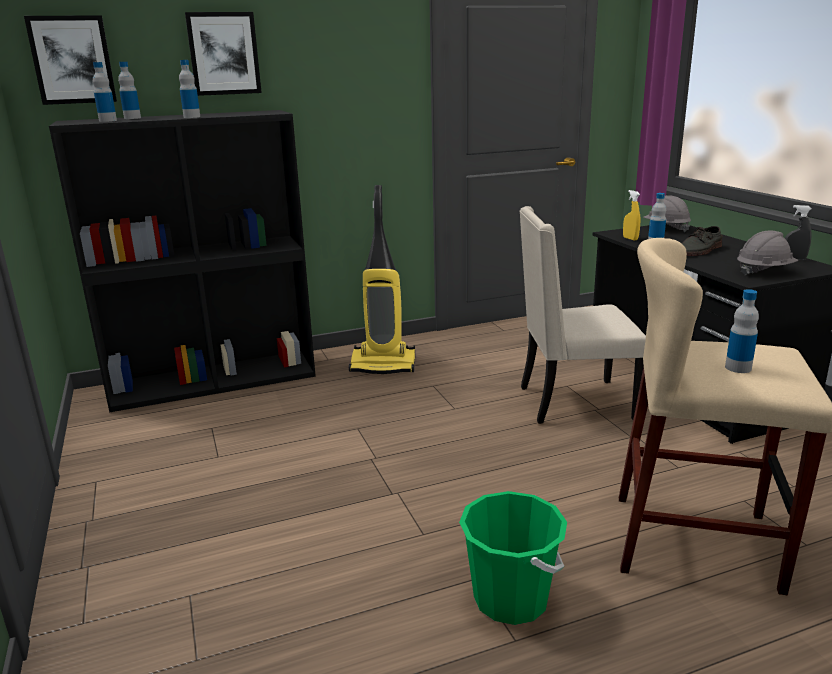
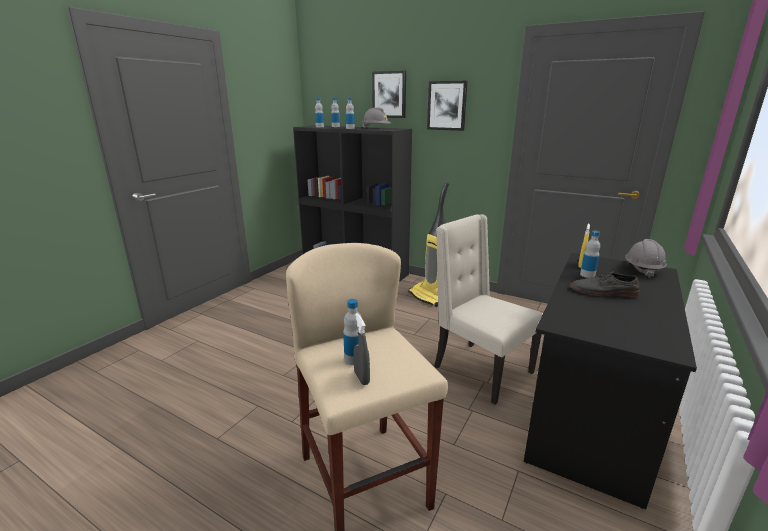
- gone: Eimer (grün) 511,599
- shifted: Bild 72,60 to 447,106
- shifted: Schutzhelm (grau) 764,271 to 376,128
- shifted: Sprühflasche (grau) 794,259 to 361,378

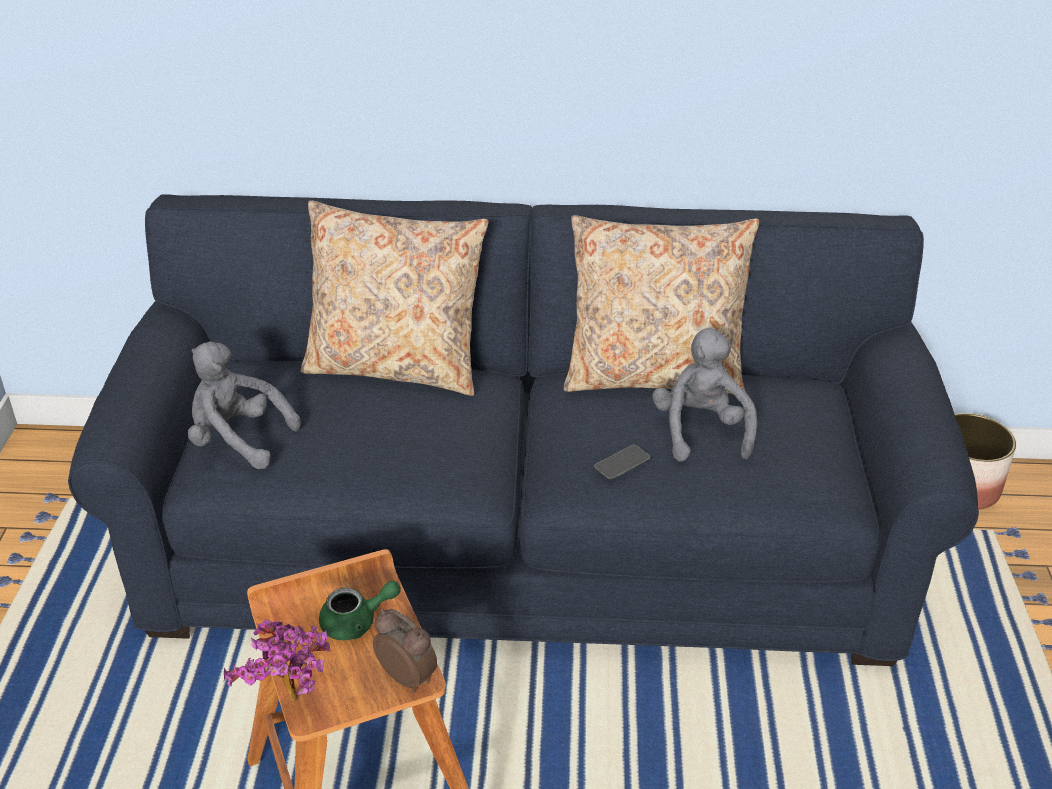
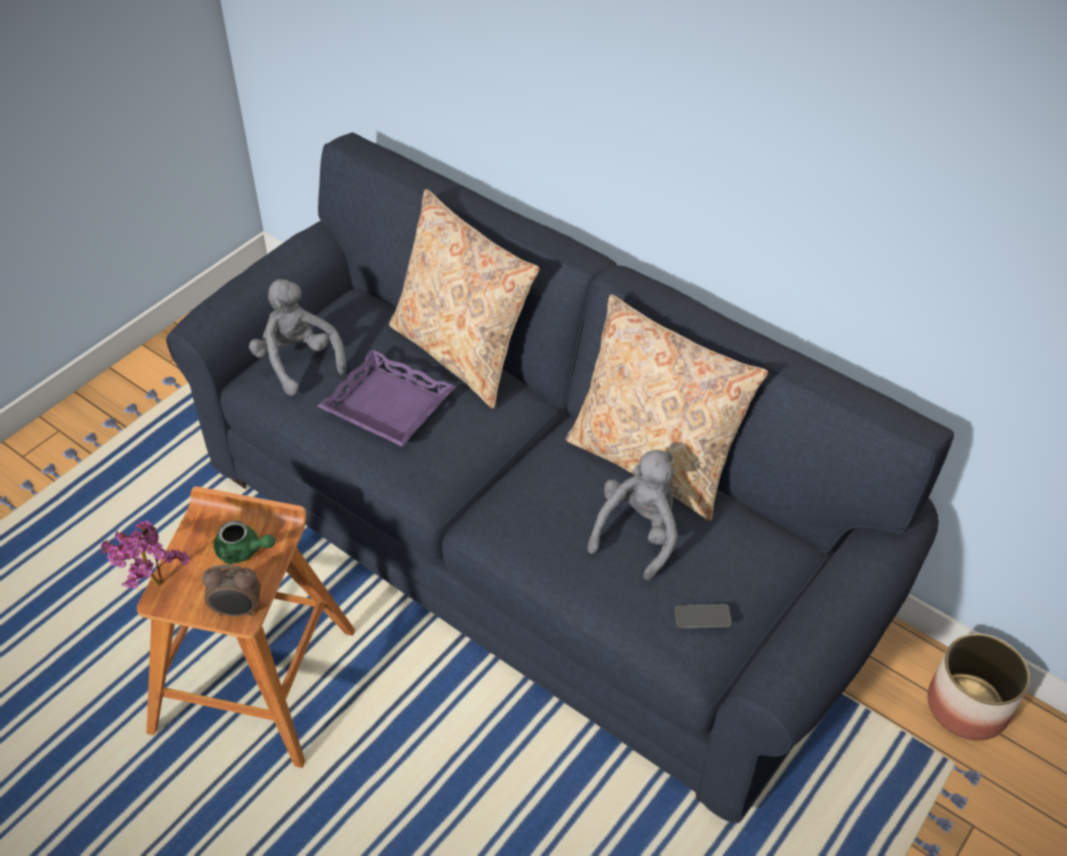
- new: Tablett (lila) 388,405
- shifted: Handy 622,463 to 702,617
- rotated: Wecker 407,676 = 237,611 105 degrees clockwise

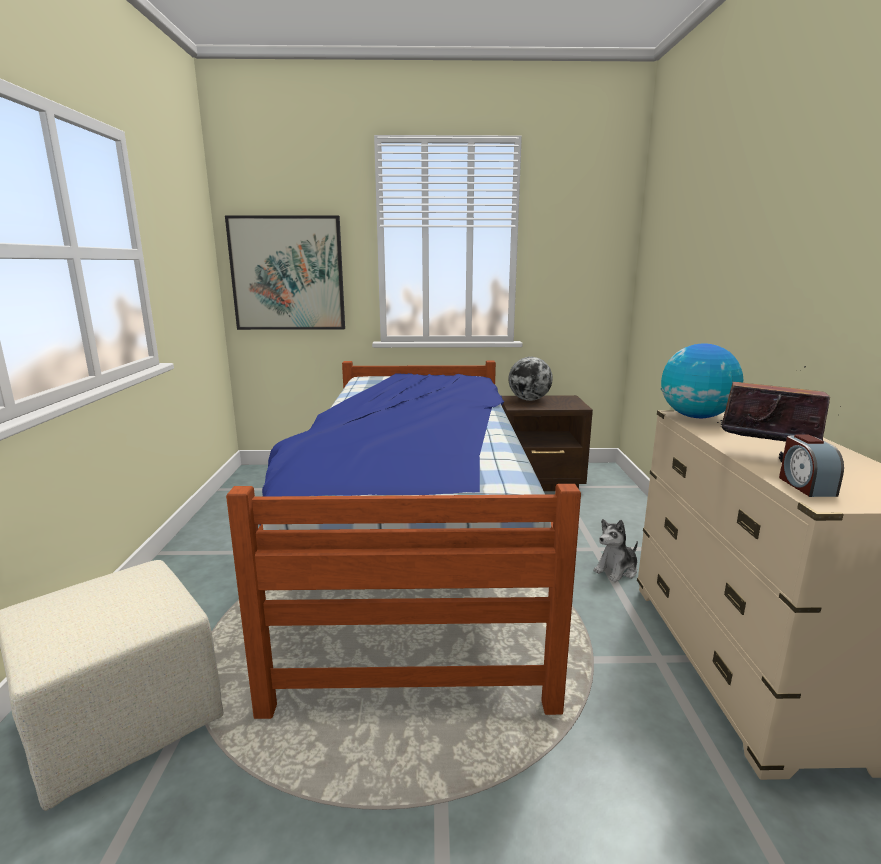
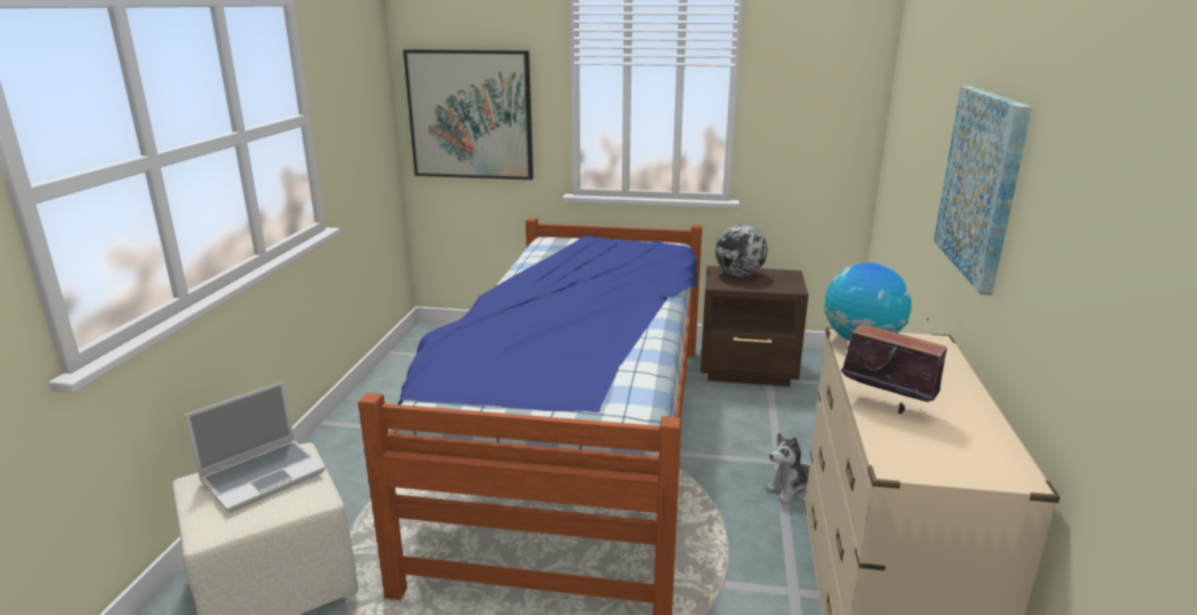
- gone: Wecker 805,486
- new: Laptop 264,476
- new: Bild 981,184

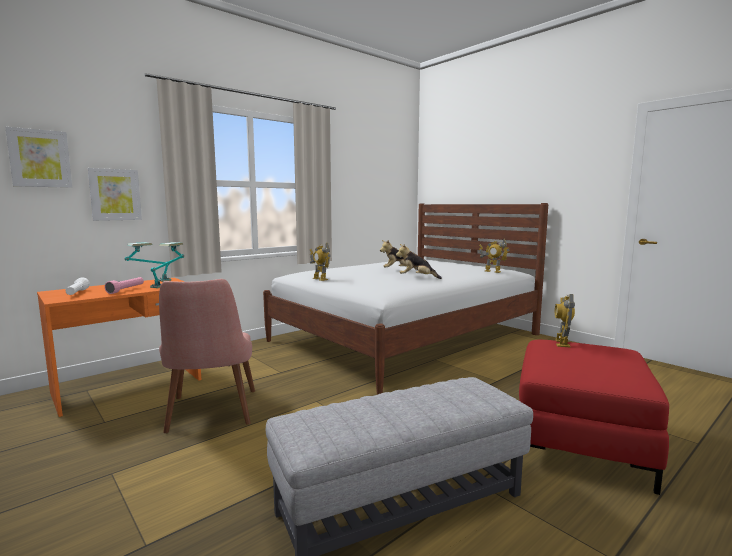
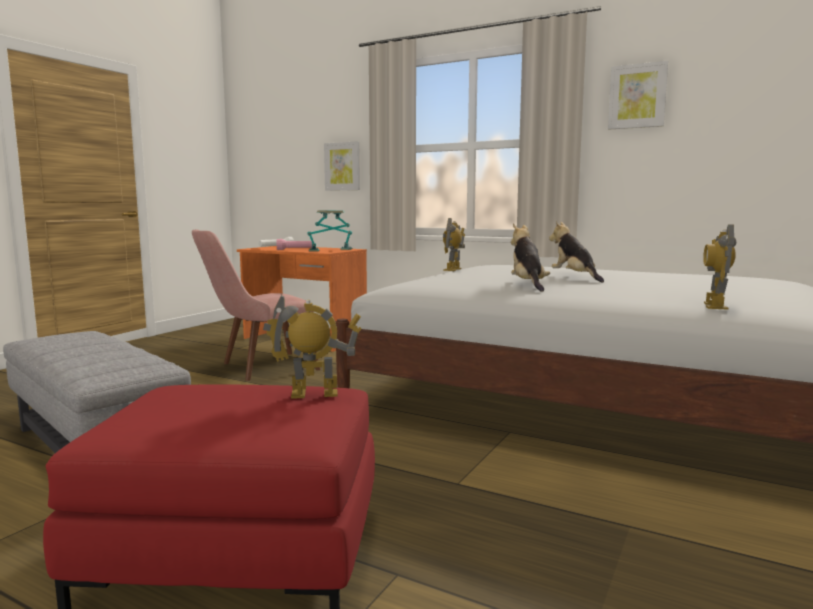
- shifted: Bild 40,158 to 637,96

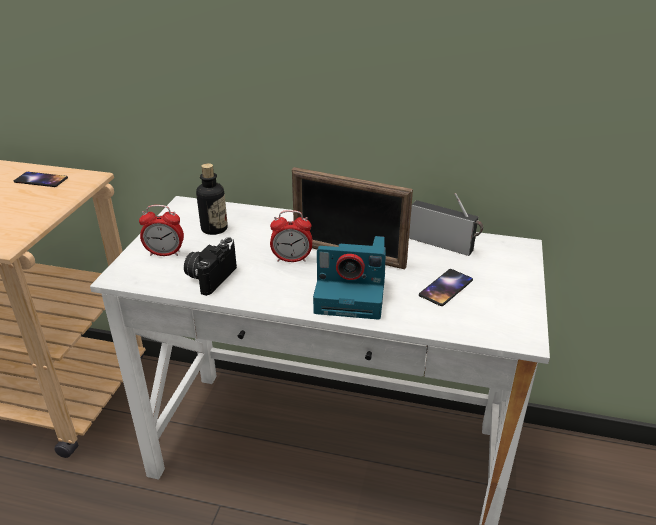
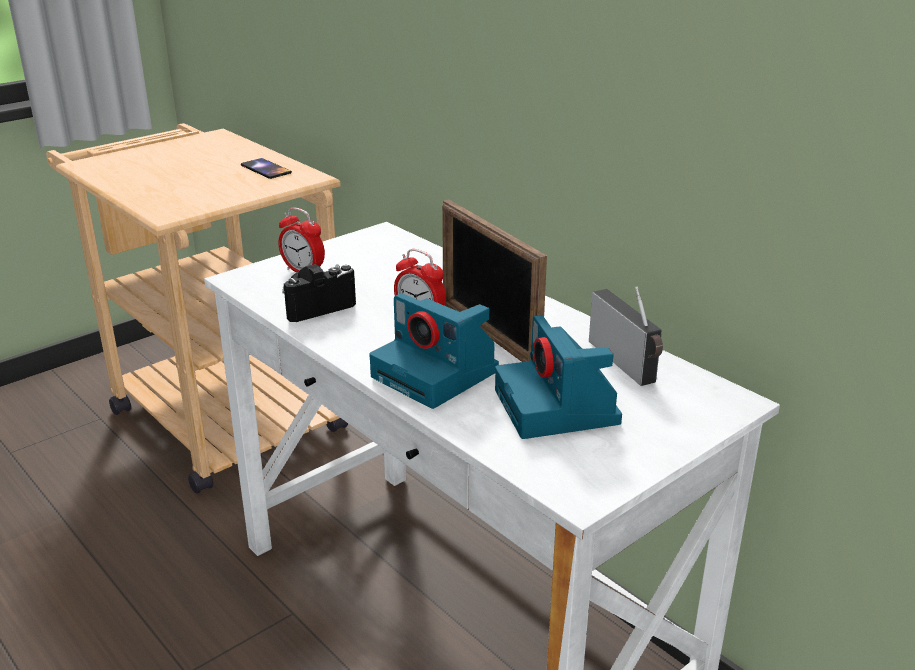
- gone: Flasche 214,229
- swapped: Handy 446,288 to Kamera 558,408

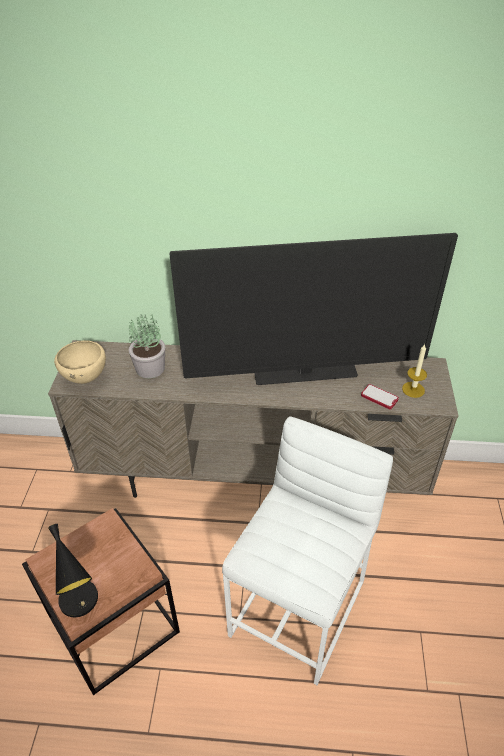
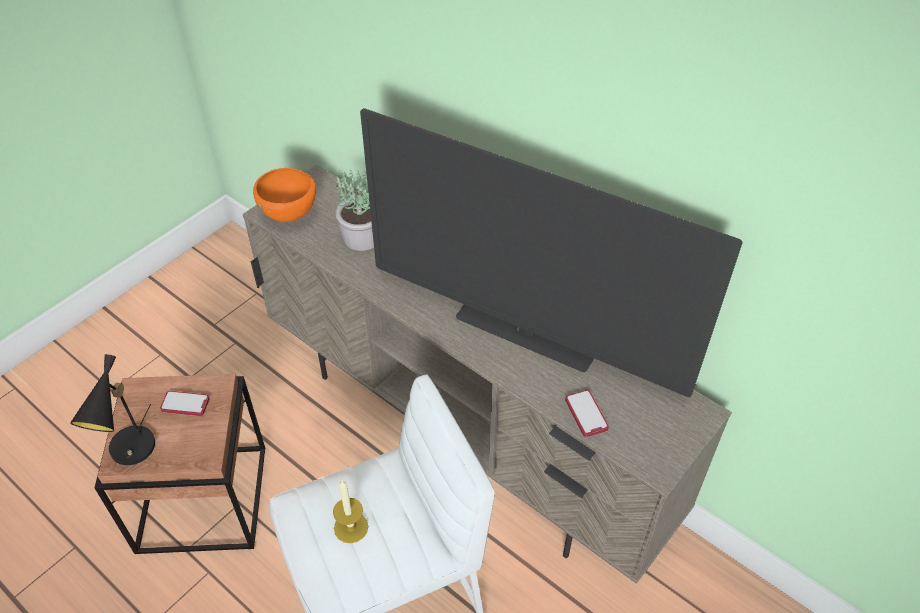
- new: Handy 185,404
- shifted: Kerze 413,389 to 351,527
- repainted: Schüssel (beige) 86,378 to Schüssel (orange) 290,216

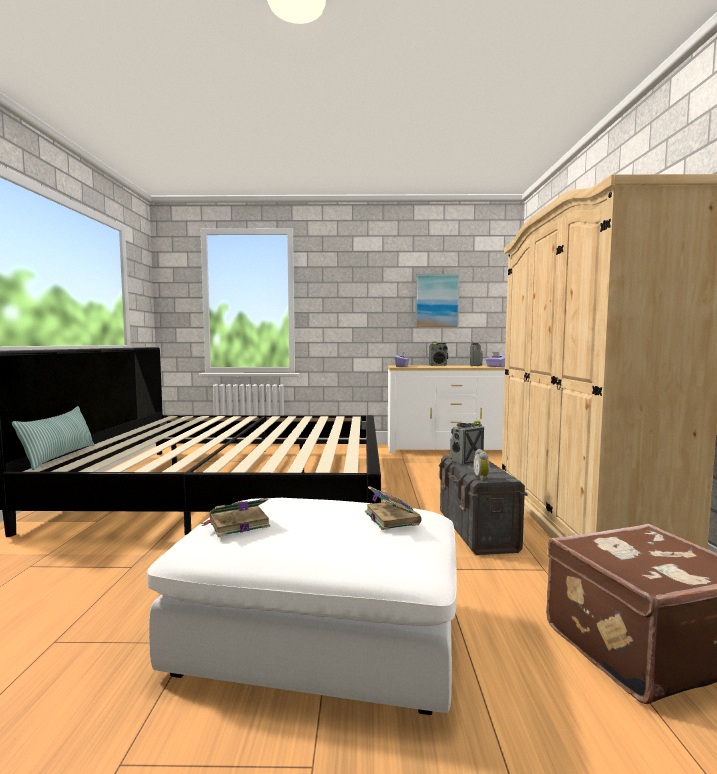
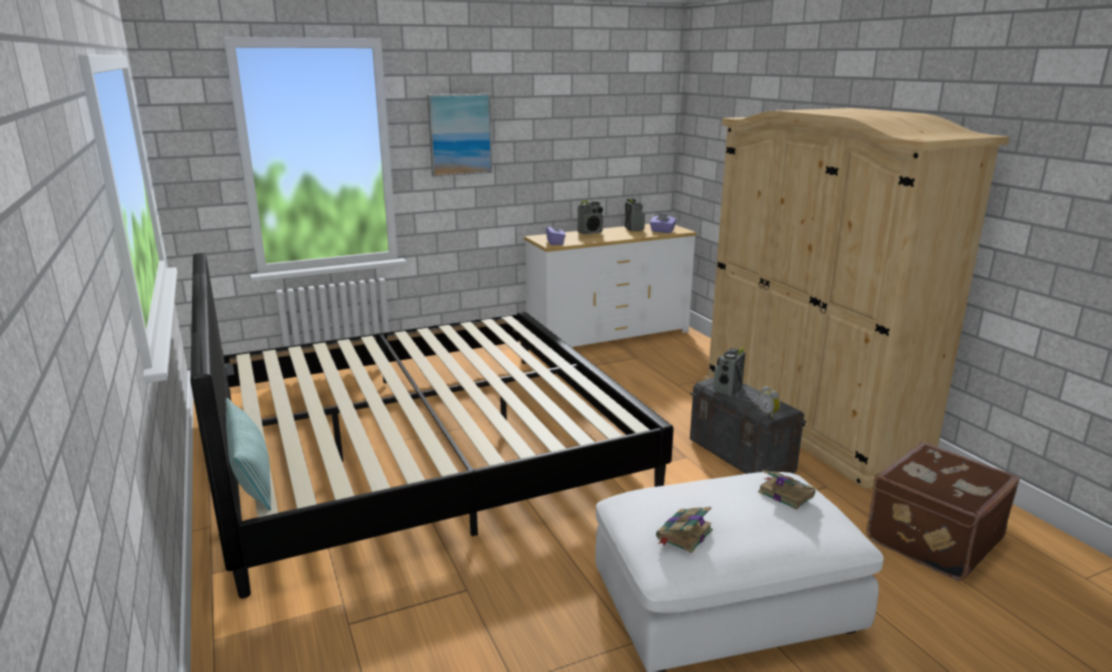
- shifted: Bild 436,301 to 460,134

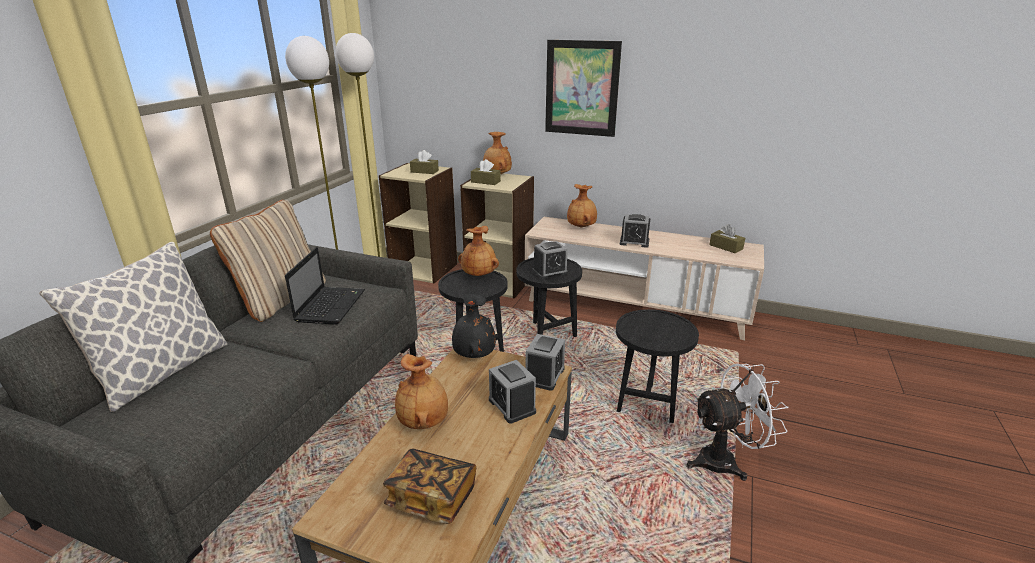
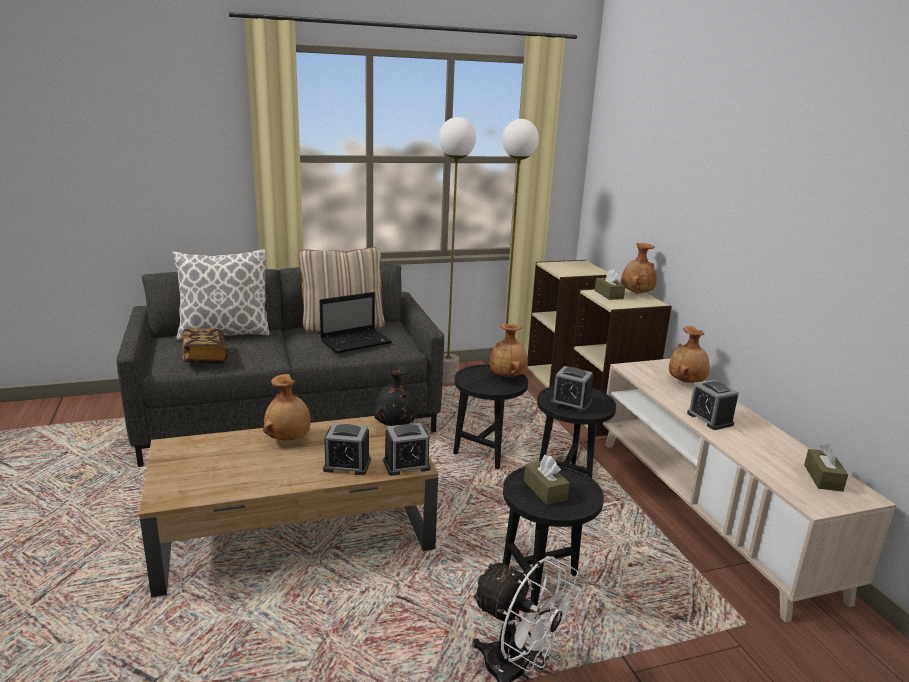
- gone: Bild 581,88
- shifted: Buch 432,498 to 205,357
- shifted: Taschentuchbox (braun) 424,171 to 545,490
- rotated: Wecker 512,406 = 347,465 105 degrees counterclockwise

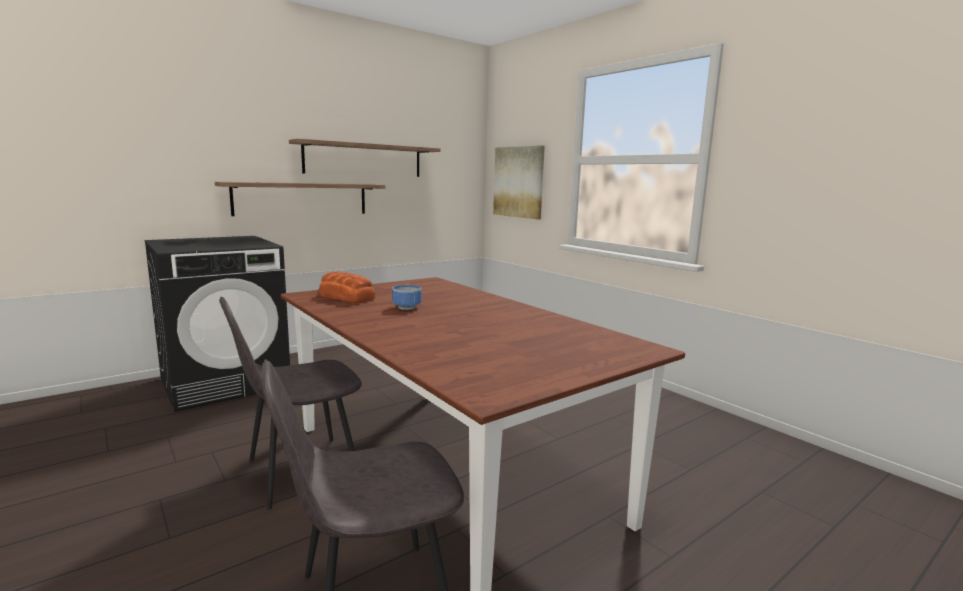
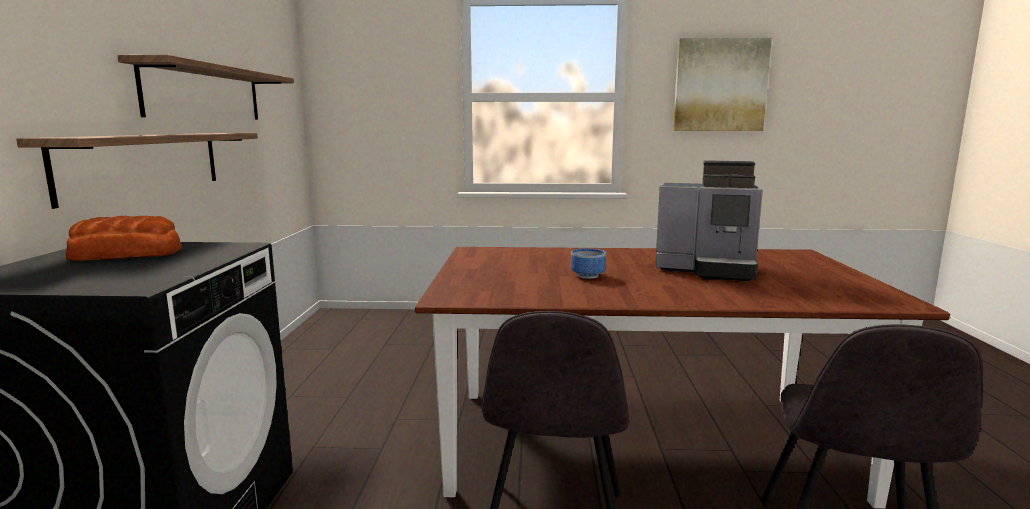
- new: Kaffeemaschine 708,270
- shifted: Brot 346,297 to 125,254
- shifted: Bild 518,182 to 720,85

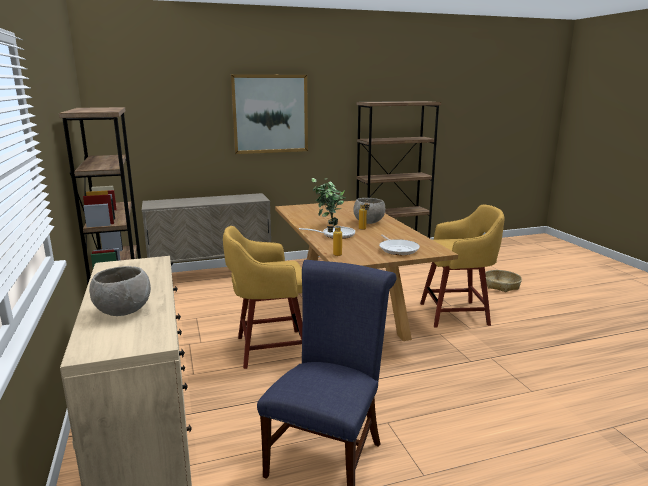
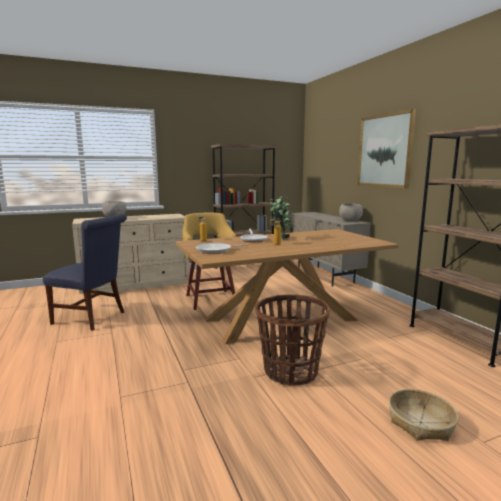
- shifted: Schüssel (grau) 369,222 to 350,221
- swapped: Hocker (gelb) 456,314 to Korb 290,371

